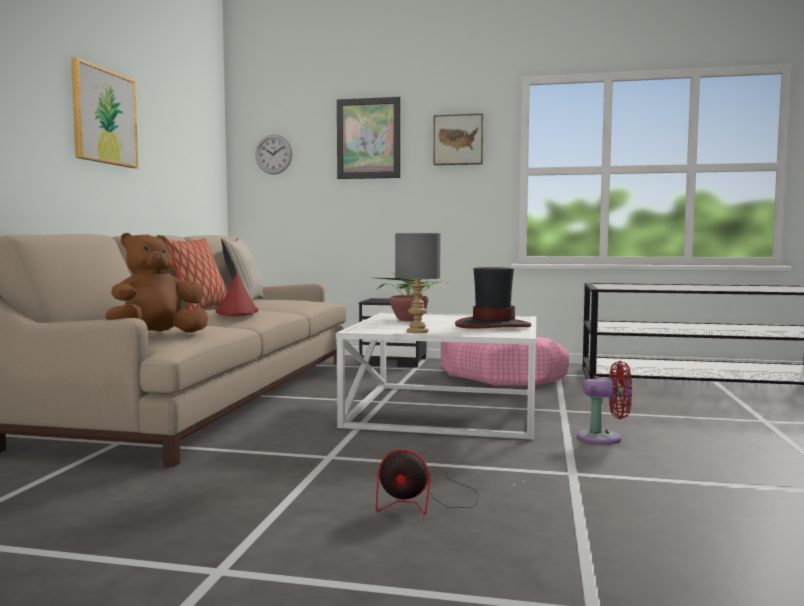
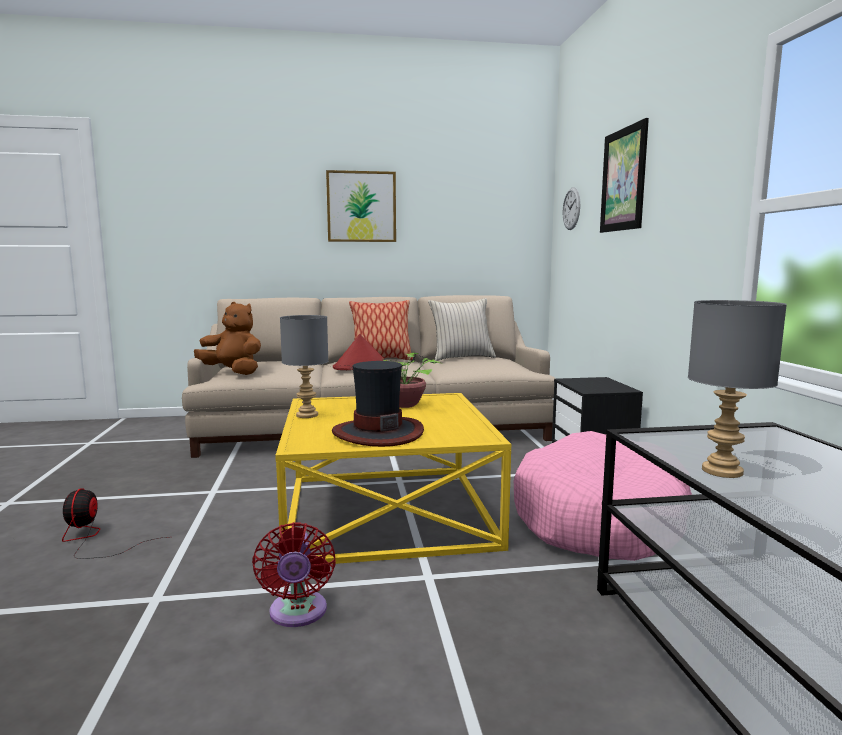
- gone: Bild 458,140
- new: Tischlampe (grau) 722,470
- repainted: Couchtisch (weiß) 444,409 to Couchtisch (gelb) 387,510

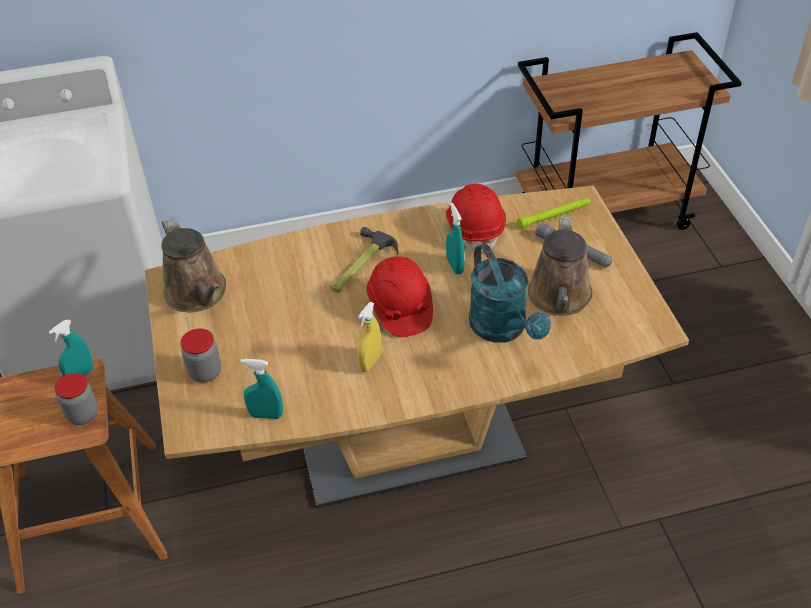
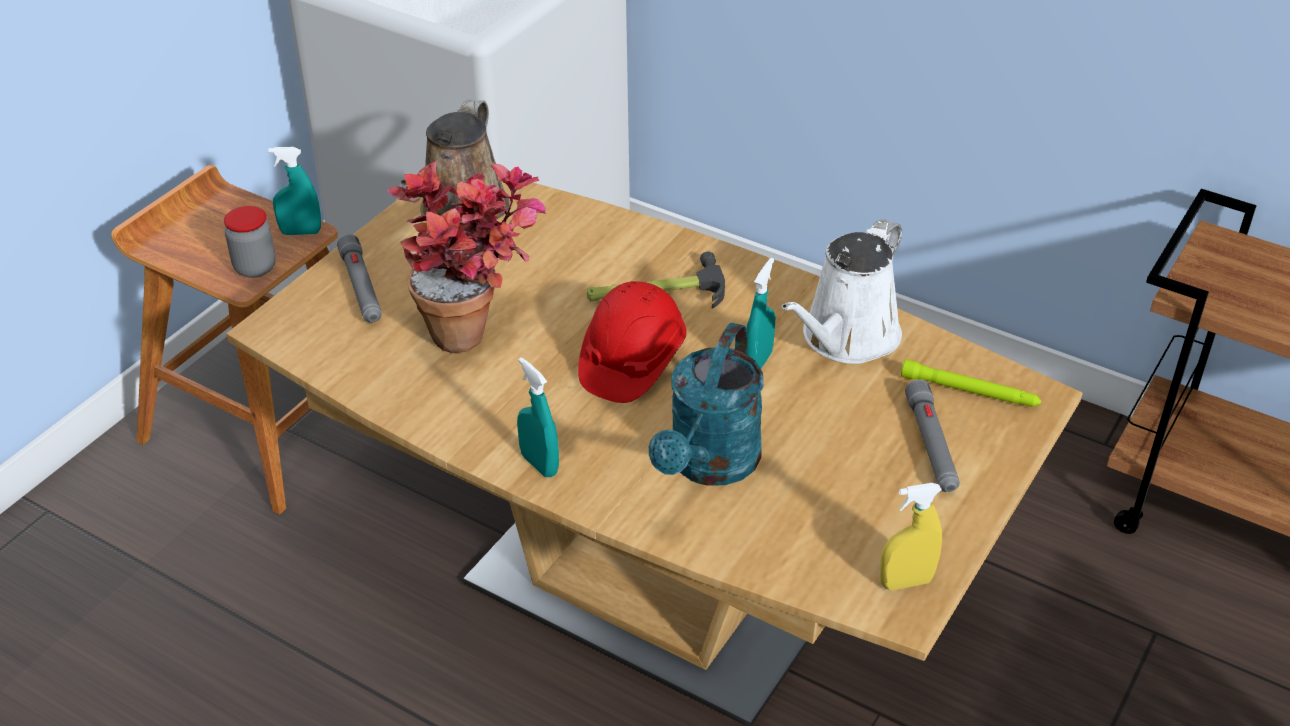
- gone: Gießkanne (braun) 559,298
- new: Topfpflanze 478,334
- shifted: Sprühflasche (türkis) 266,415 to 539,464
- shifted: Sprühflasche (gelb) 370,362 to 906,582
- swapped: Vorratsglas 205,372 to Taschenlampe (grau) 361,288
- swapped: Schutzhelm (rot) 475,228 to Gießkanne (weiß) 846,339

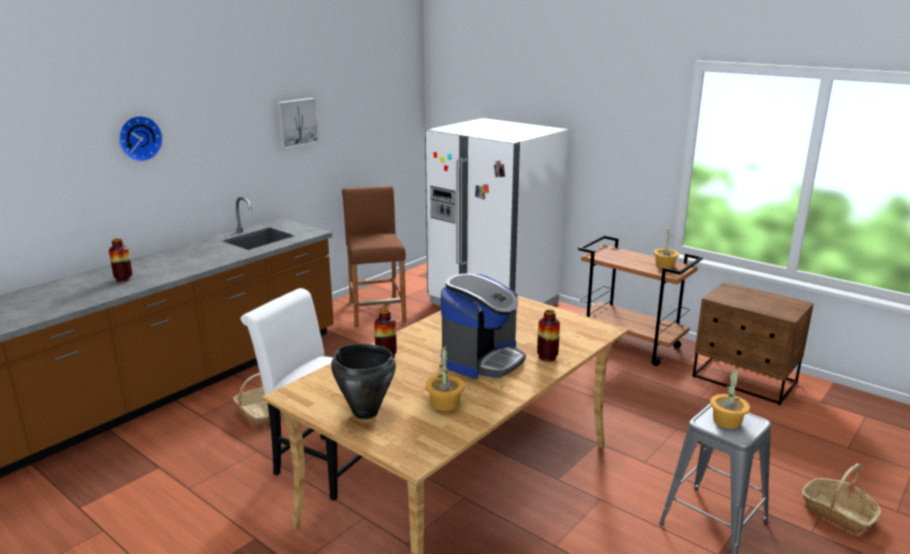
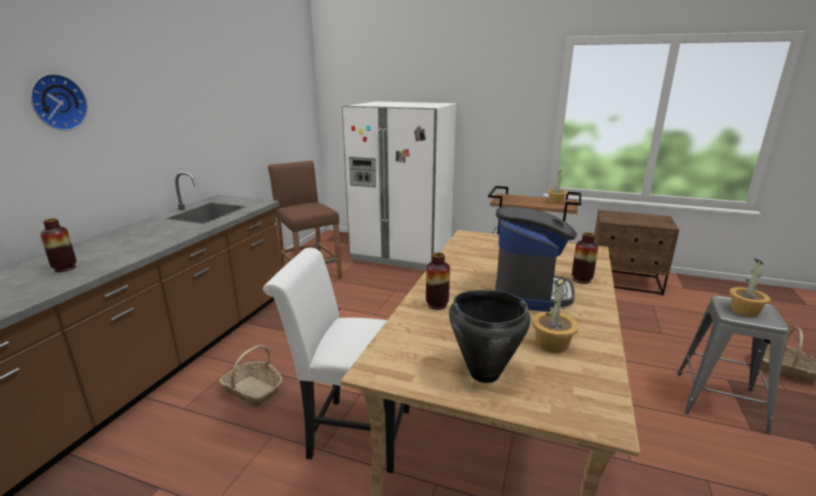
- gone: Bild 296,122

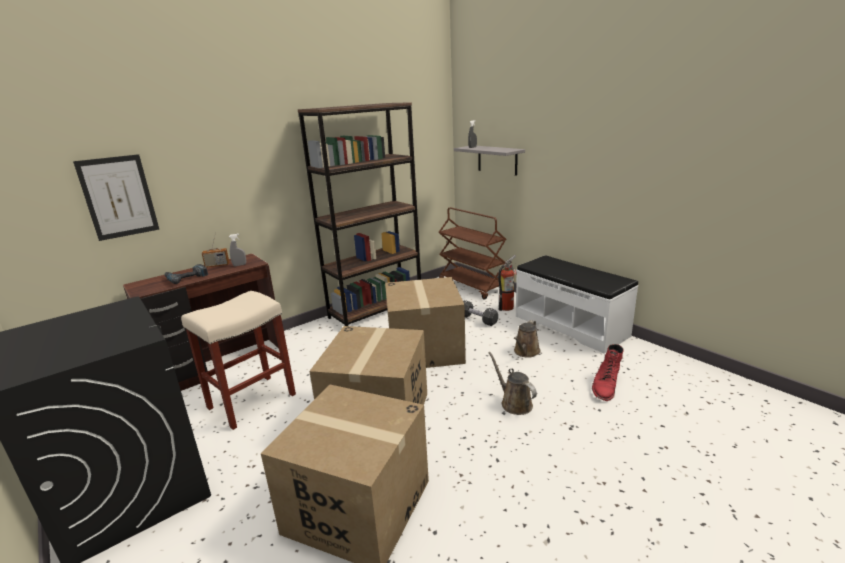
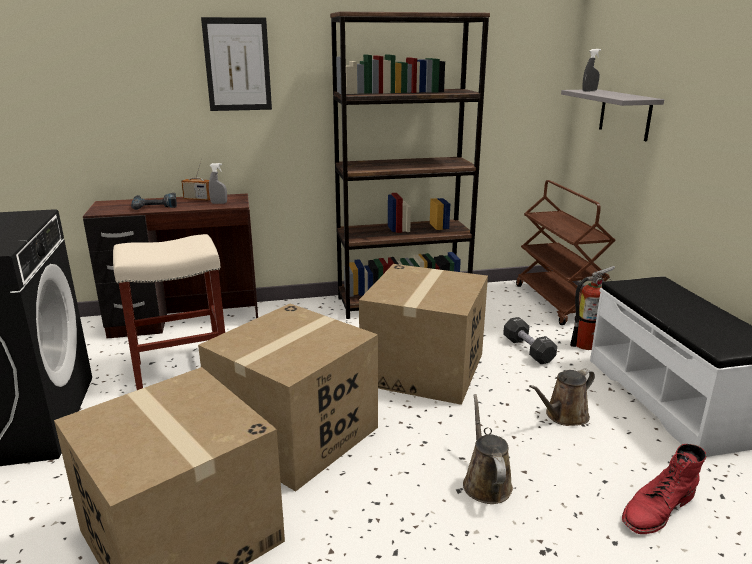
- shifted: Bild 118,197 to 237,65

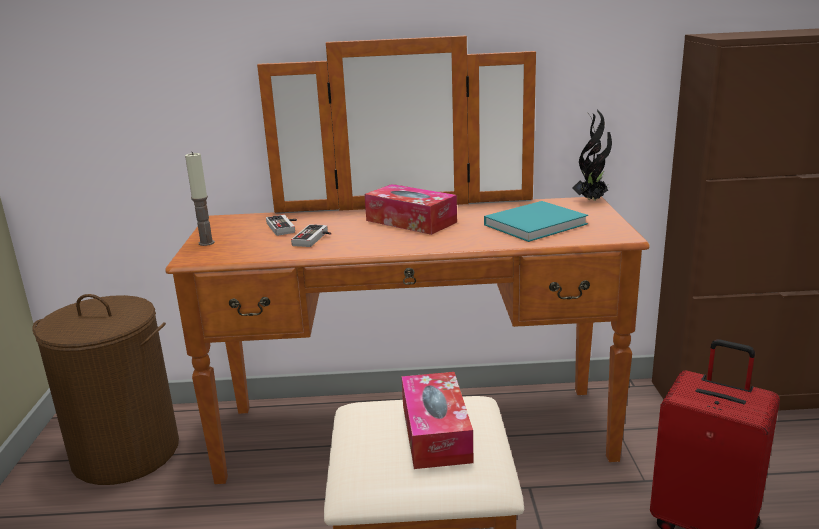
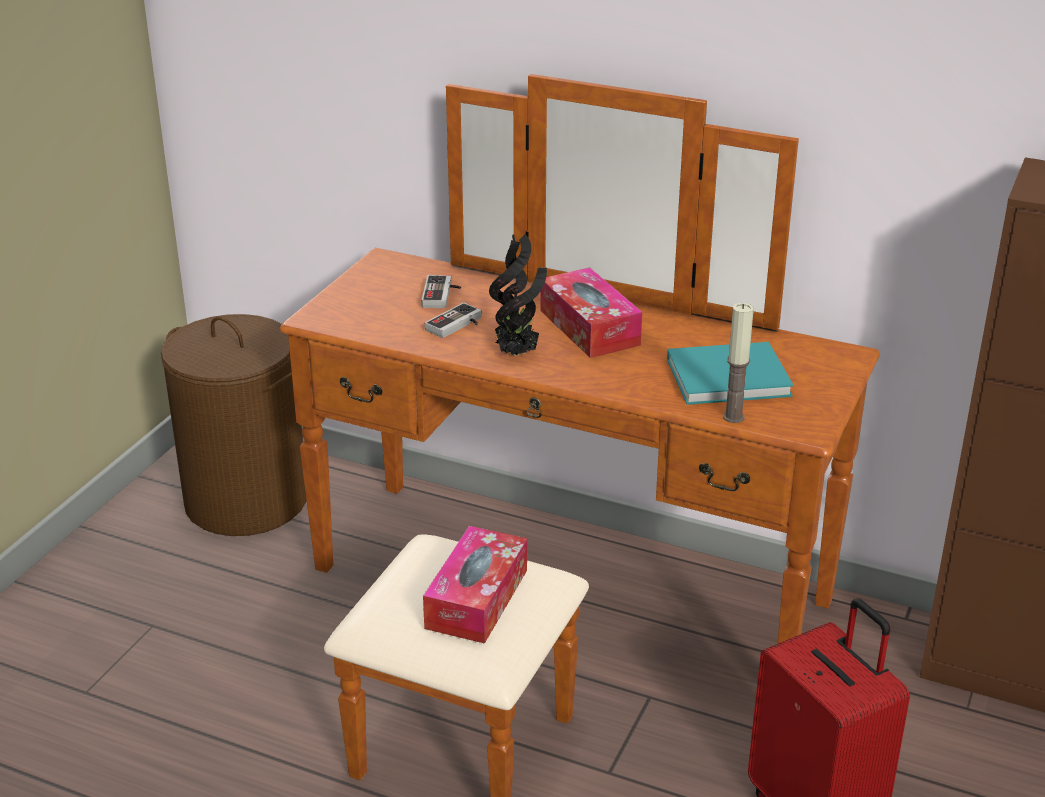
- shifted: Kerze 206,243 to 733,417
- shifted: Topfpflanze 592,200 to 518,353

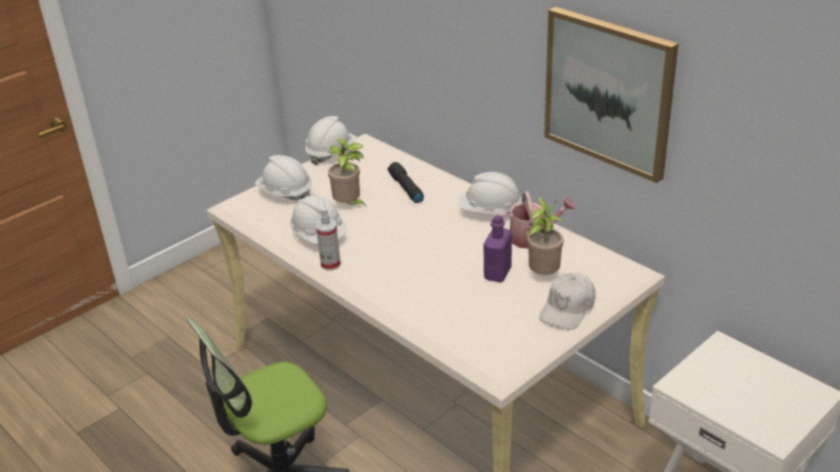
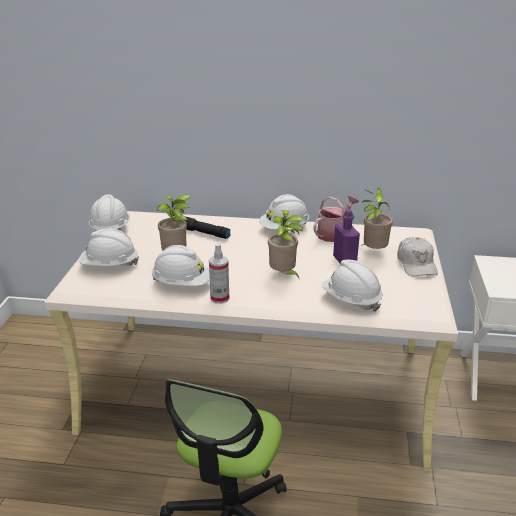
- gone: Bild 609,92
- new: Topfpflanze 283,275
- new: Schutzhelm (weiß) 351,300

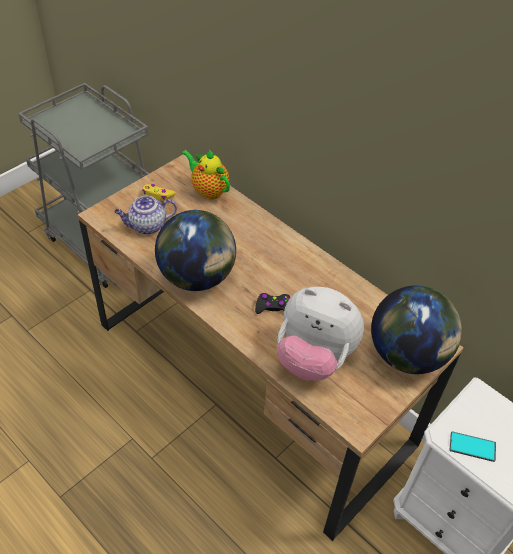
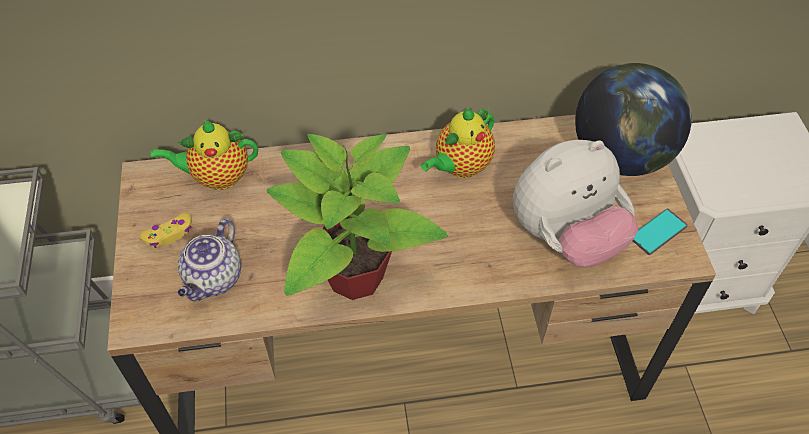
- gone: Gamepad (schwarz) 273,307
- new: Teekanne 460,167
- shifted: Handy 472,446 to 657,232
- swapped: Globus 197,277 to Topfpflanze 353,276

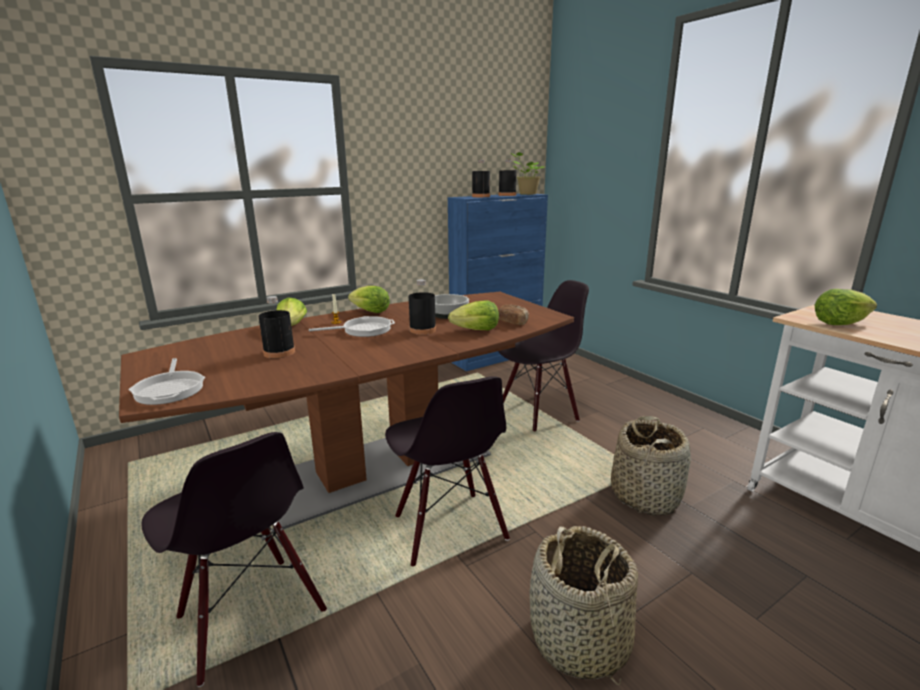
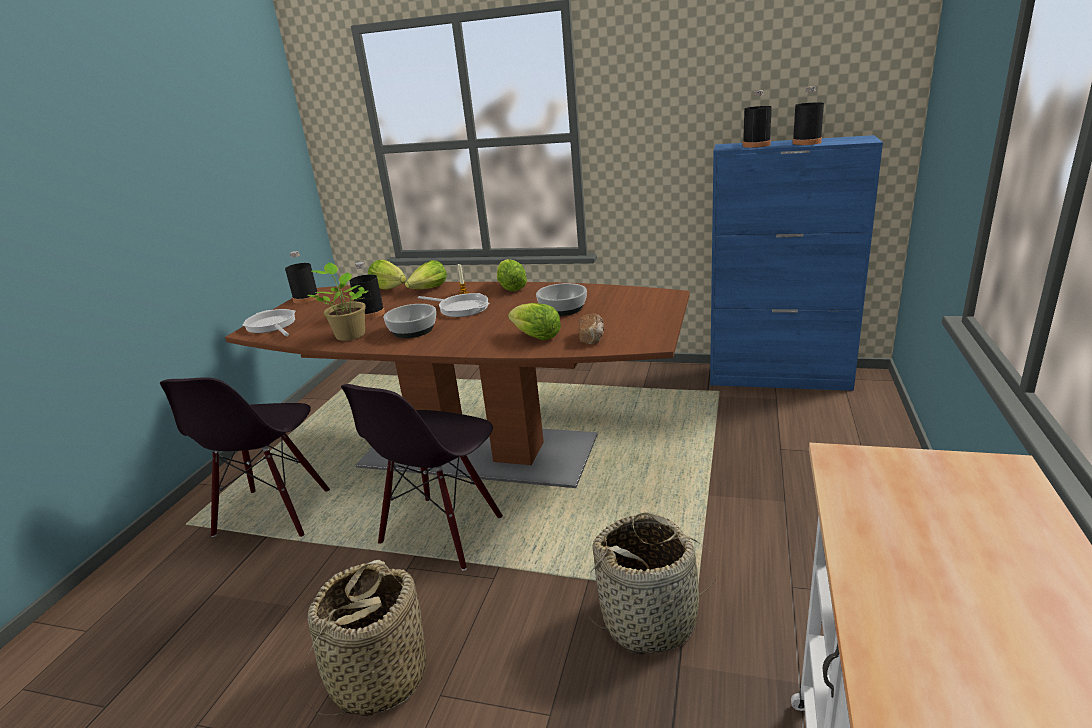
- gone: Stuhl (schwarz) 538,412
- new: Schüssel 412,330
- shifted: Flasche (schwarz) 422,330 to 306,299
- shifted: Topfpflanze 526,194 to 350,334
- shifted: Salatkopf 839,323 to 389,288
- rotated: Pfanne 170,389 = 272,325 120 degrees clockwise

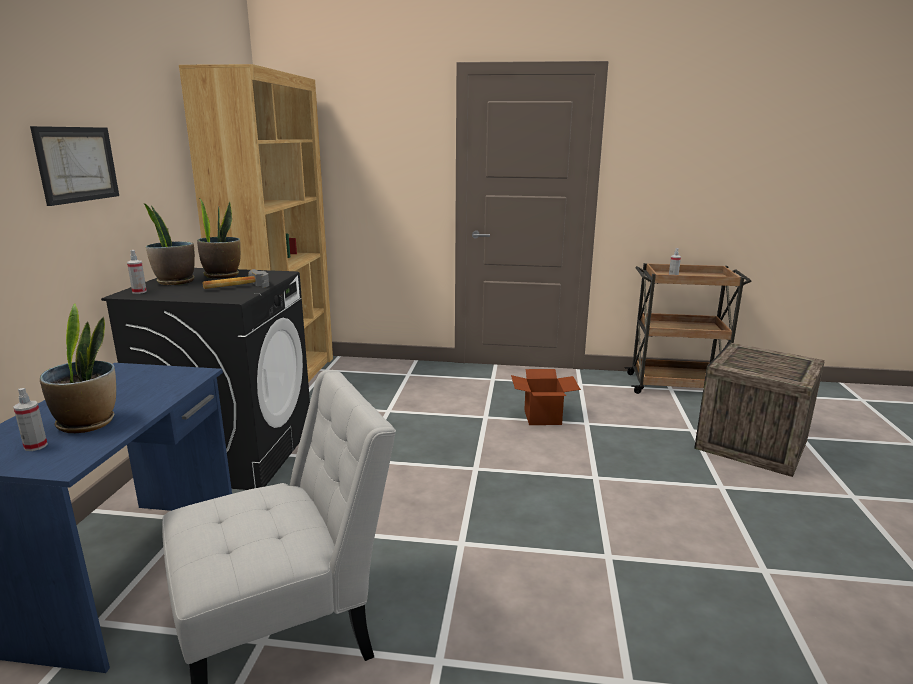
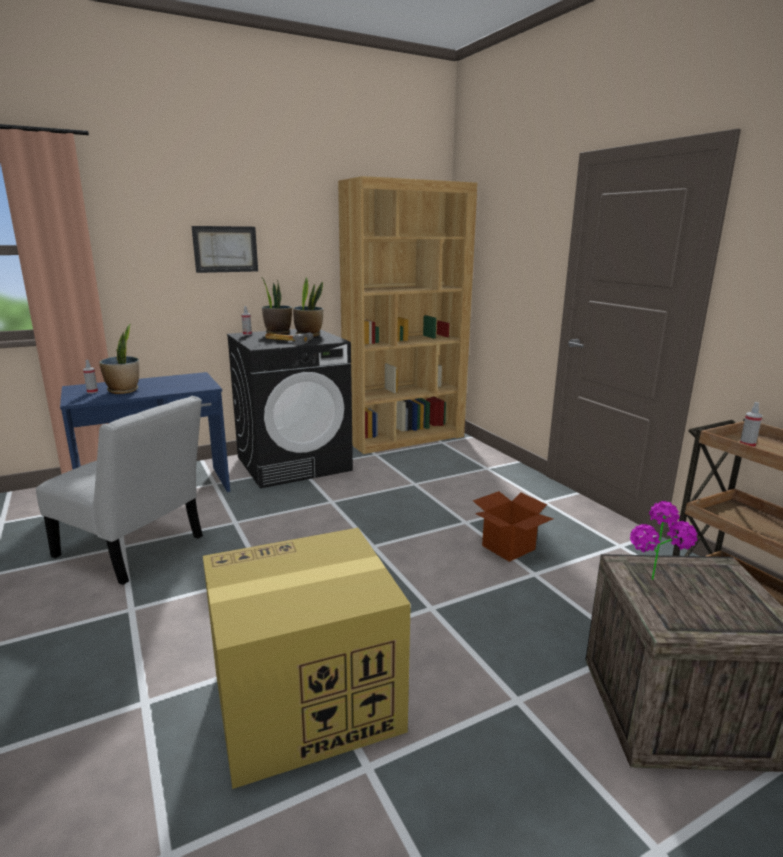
- new: Karton 303,702
- new: Topfpflanze 654,585

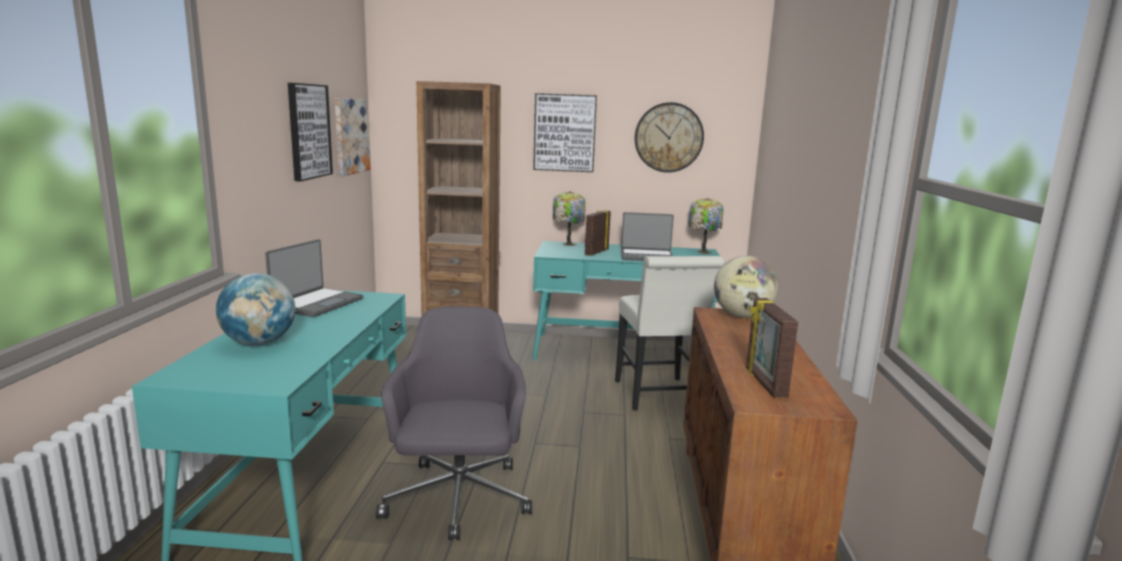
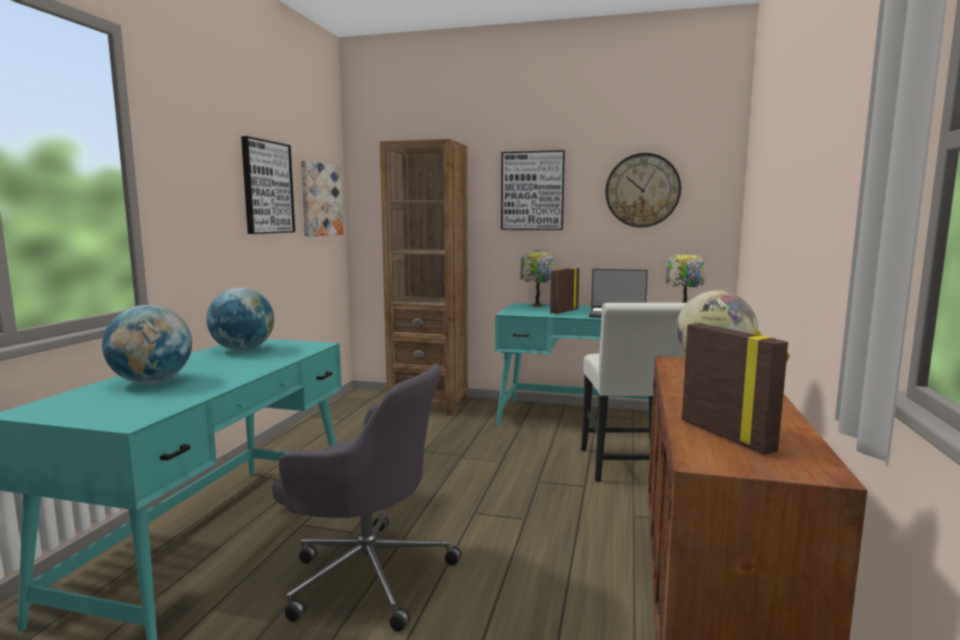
- swapped: Laptop 316,303 to Globus 243,349
- rotated: Bürostuhl (grau) 458,500 = 367,574 105 degrees clockwise
- rotated: Bilderrahmen 764,383 = 727,436 150 degrees clockwise

